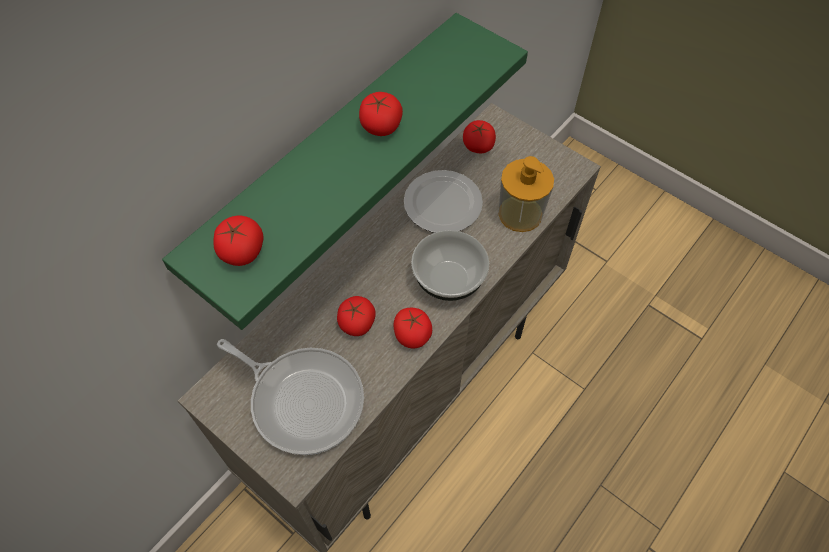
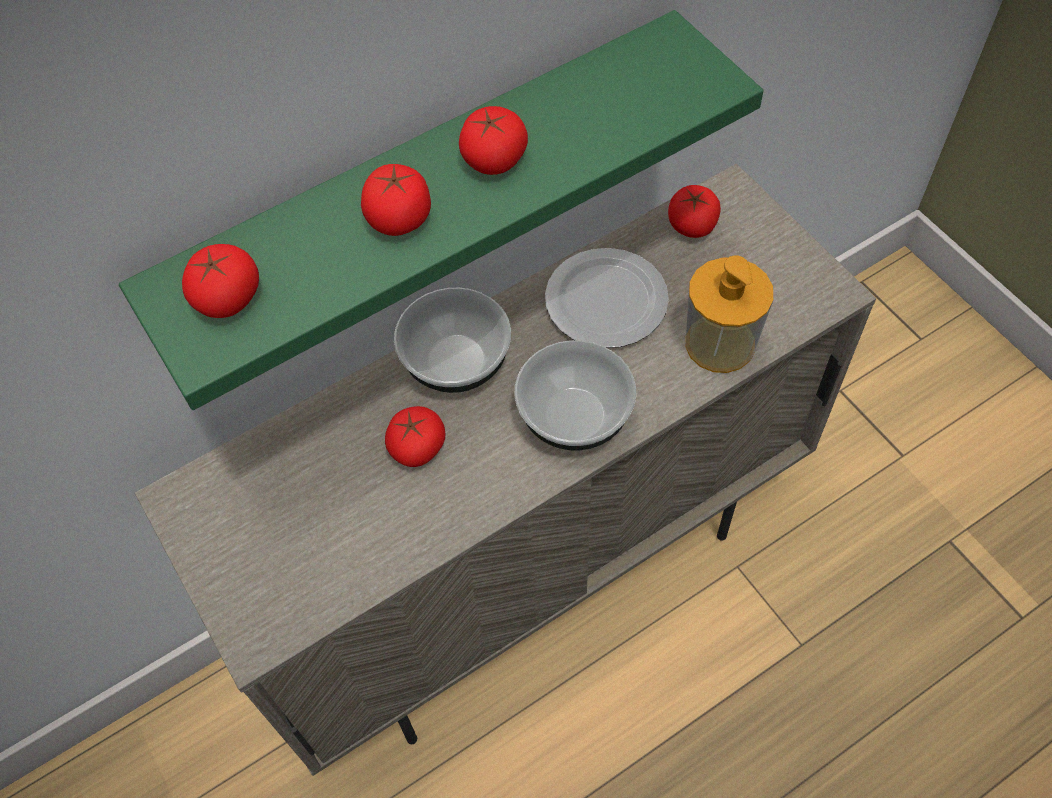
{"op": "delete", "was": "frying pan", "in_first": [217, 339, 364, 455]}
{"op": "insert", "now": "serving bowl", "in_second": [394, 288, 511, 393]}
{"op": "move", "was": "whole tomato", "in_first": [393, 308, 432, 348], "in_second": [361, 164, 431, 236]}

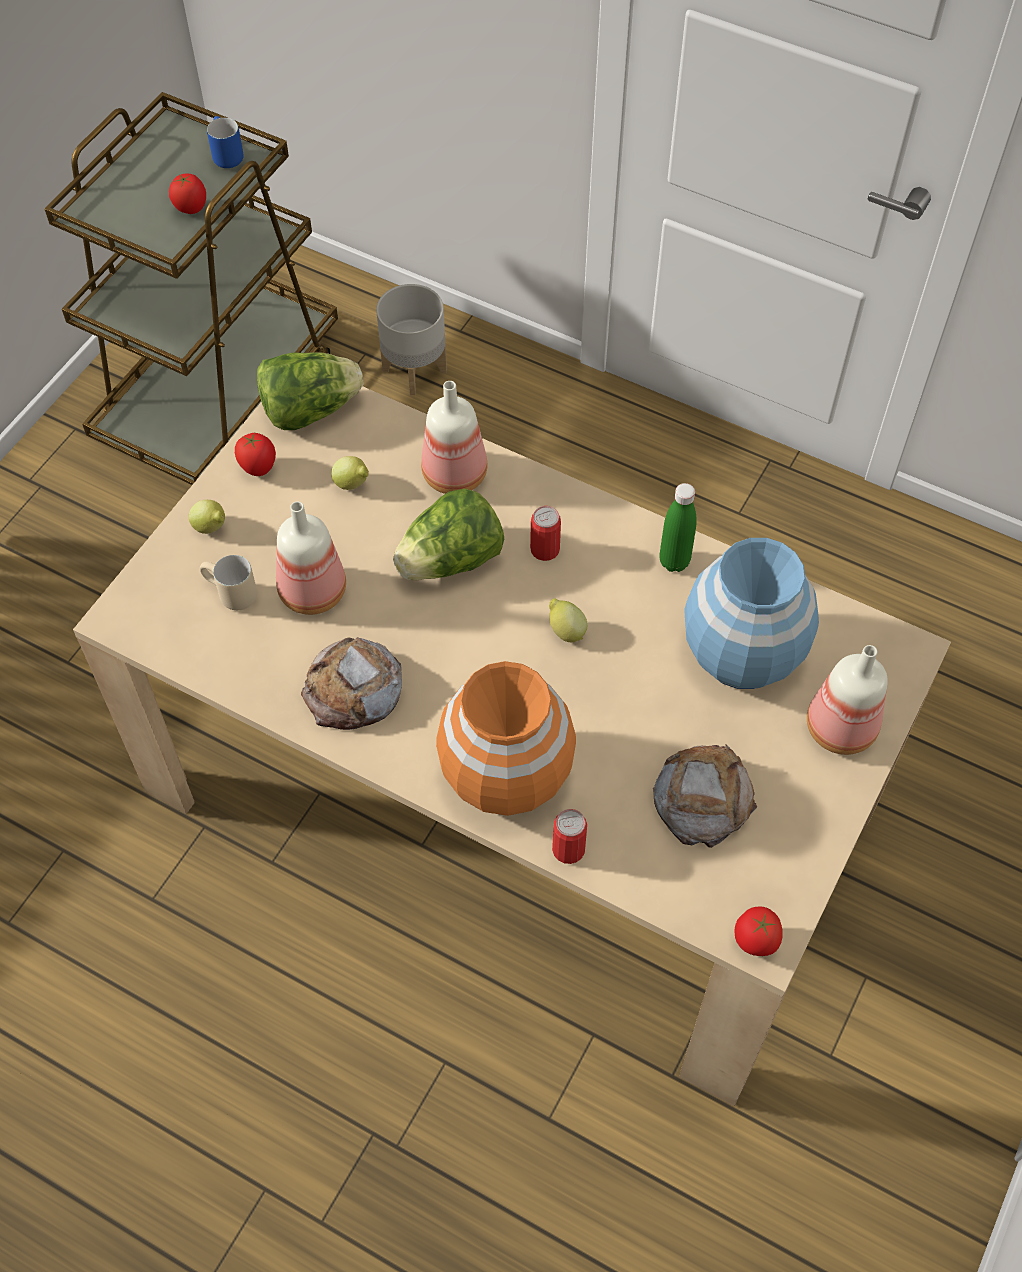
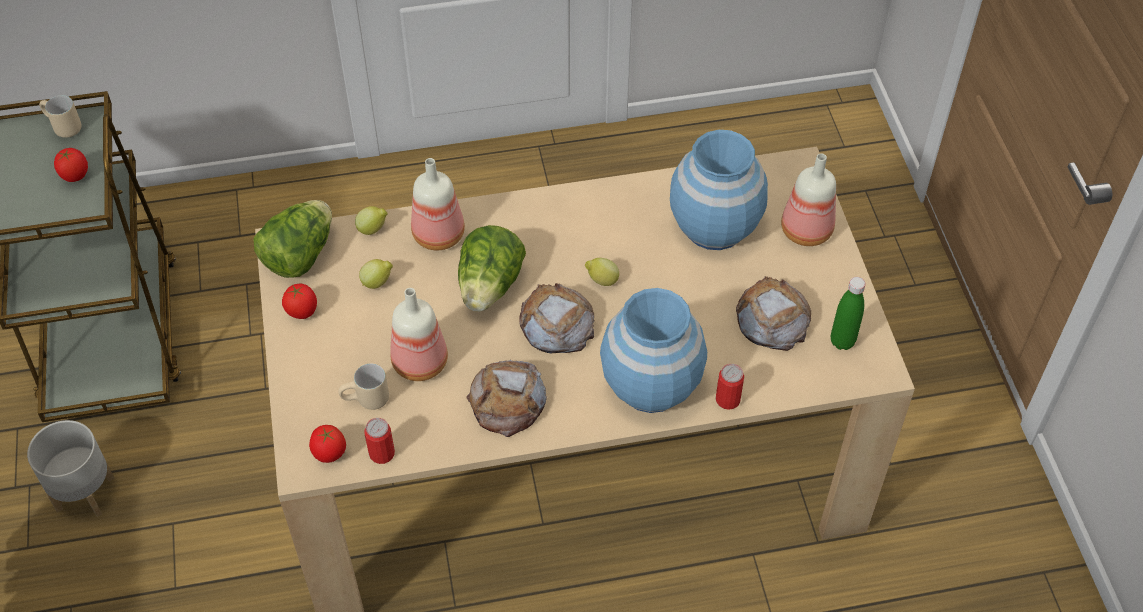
{"op": "insert", "now": "baked bread", "in_second": [519, 283, 595, 353]}
{"op": "move", "was": "lemon", "in_first": [189, 500, 225, 534], "in_second": [355, 206, 388, 235]}
{"op": "move", "was": "gray flower pot", "in_first": [376, 284, 447, 395], "in_second": [27, 420, 115, 517]}
{"op": "move", "was": "sealed can", "in_first": [530, 506, 561, 561], "in_second": [364, 418, 395, 464]}
{"op": "move", "was": "greenish drink bottle", "in_first": [659, 483, 697, 572], "in_second": [831, 277, 866, 350]}
{"op": "move", "was": "whole tomato", "in_first": [734, 907, 783, 956], "in_second": [309, 425, 346, 463]}
{"op": "recolor", "was": "blue-coloured coffee mug", "now": "beige coffee mug", "in_first": [207, 116, 244, 168], "in_second": [39, 95, 81, 138]}
{"op": "recolor", "was": "orange decorative vase", "now": "blue-coloured decorative vase", "in_first": [436, 661, 576, 816], "in_second": [600, 288, 707, 413]}

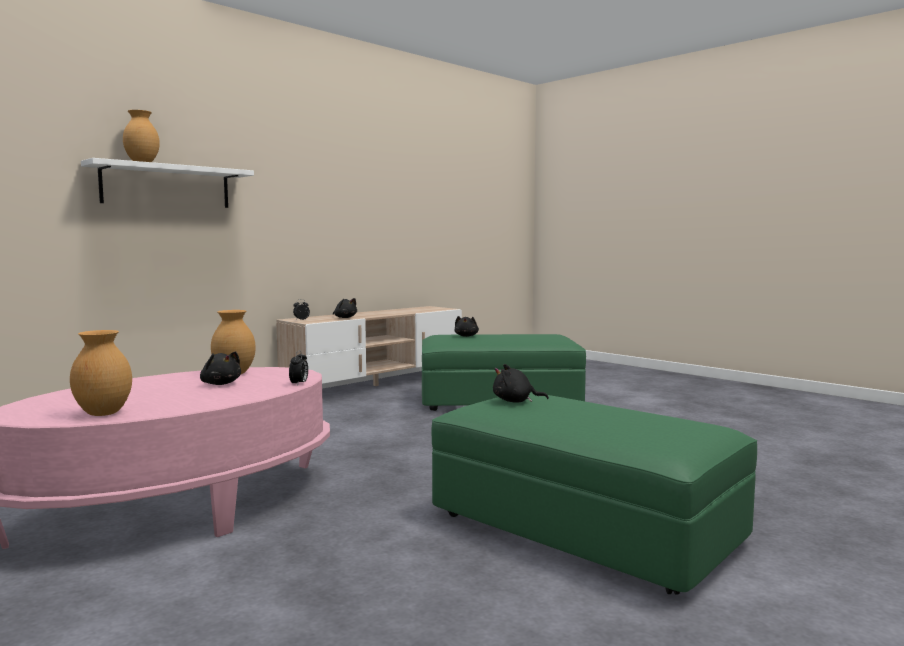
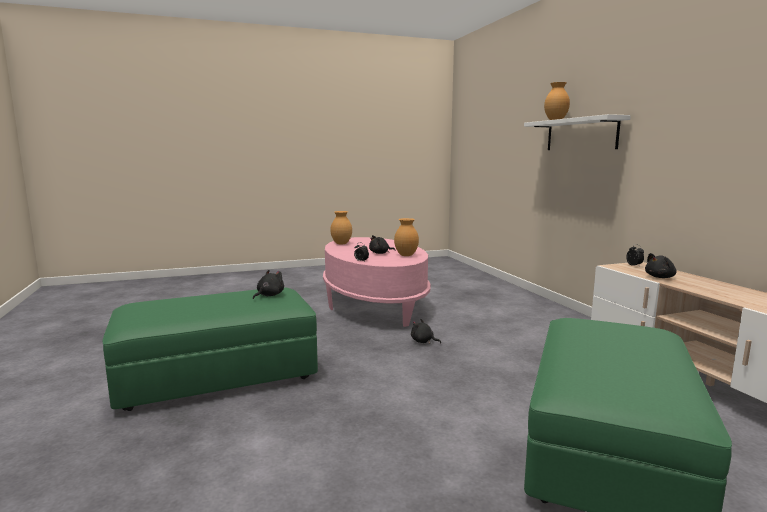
{"op": "move", "was": "black plush toy", "in_first": [454, 316, 479, 337], "in_second": [411, 319, 441, 344]}

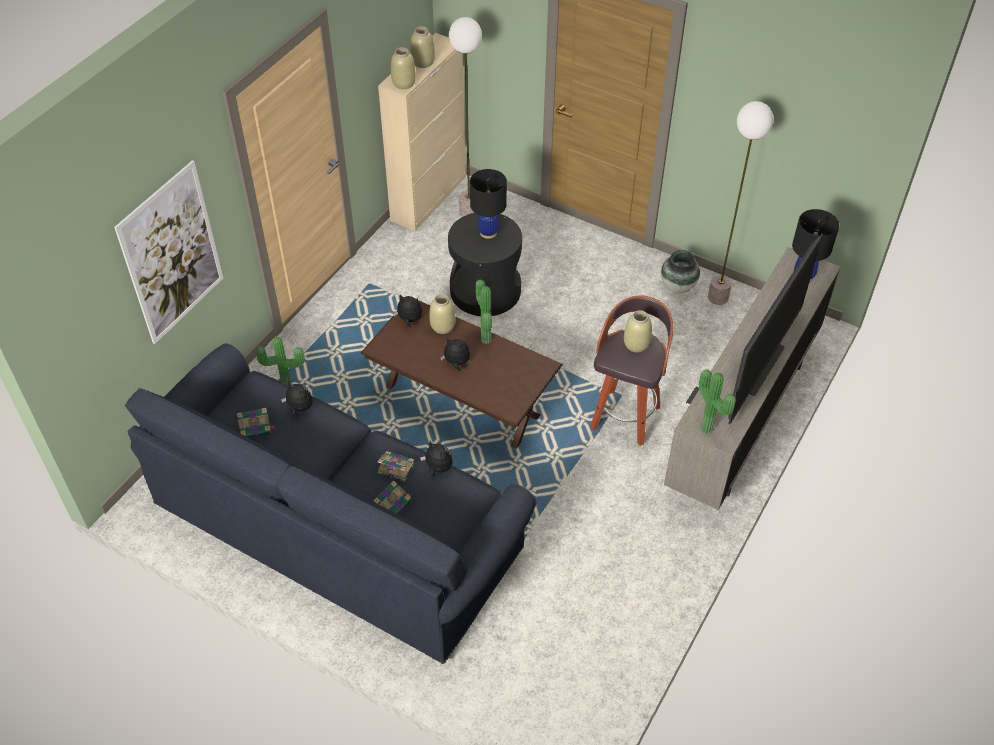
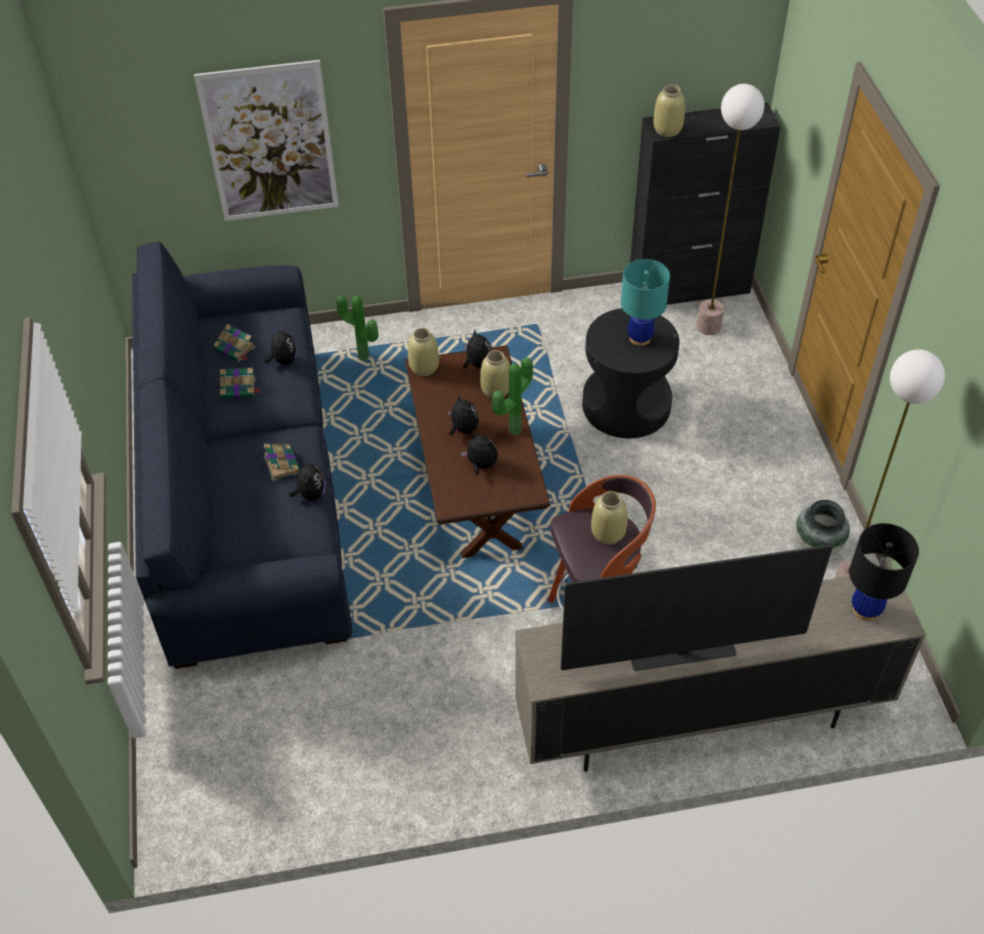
{"op": "delete", "was": "potted plant", "in_first": [699, 369, 736, 434]}
{"op": "insert", "now": "plush toy", "in_second": [461, 432, 498, 475]}
{"op": "move", "was": "volume", "in_first": [373, 480, 412, 514], "in_second": [220, 368, 261, 399]}
{"op": "move", "was": "beige decorative vase", "in_first": [410, 26, 435, 68], "in_second": [408, 328, 439, 376]}
{"op": "recolor", "was": "beige cabinet", "now": "black cabinet", "in_first": [378, 33, 466, 231], "in_second": [630, 103, 781, 305]}
{"op": "recolor", "was": "black tabletop lamp", "now": "turquoise tabletop lamp", "in_first": [470, 169, 507, 239], "in_second": [621, 259, 670, 346]}

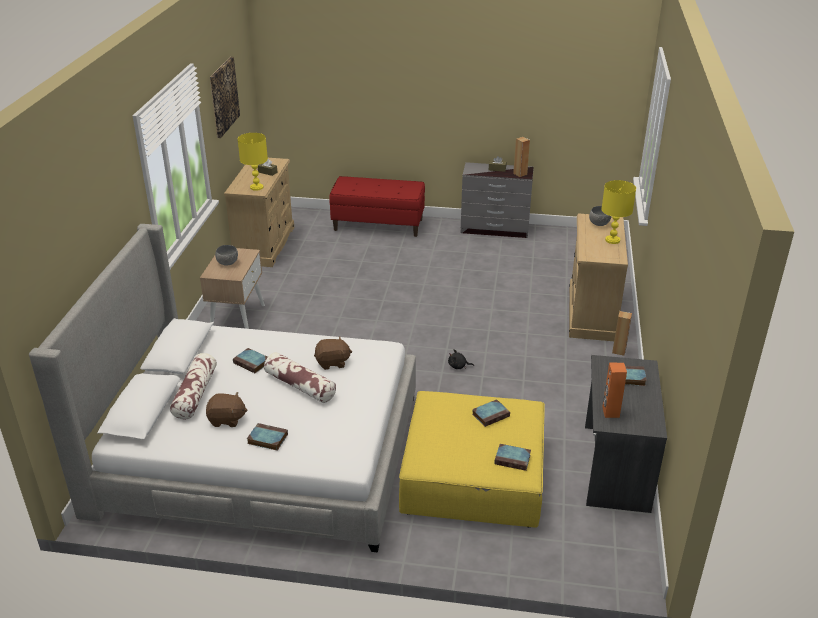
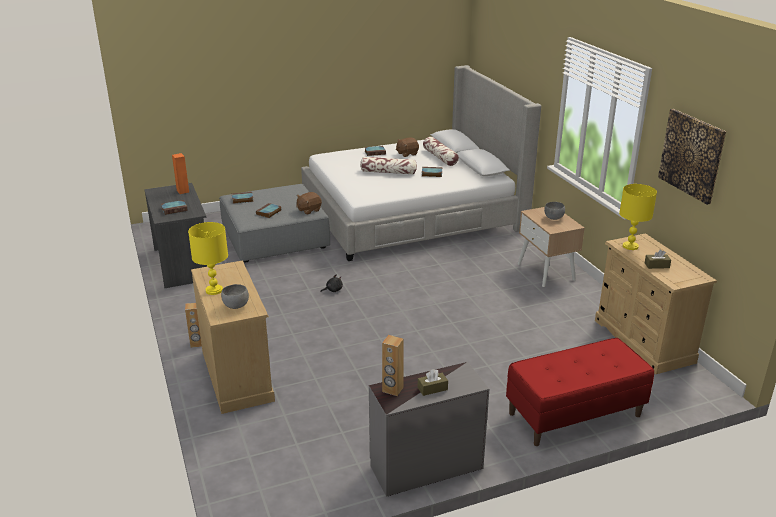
{"op": "move", "was": "brown-coloured plush toy", "in_first": [314, 337, 352, 370], "in_second": [296, 192, 322, 215]}
{"op": "recolor", "was": "yellowish pouffe", "now": "gray pouffe", "in_first": [399, 391, 545, 528], "in_second": [219, 184, 330, 263]}

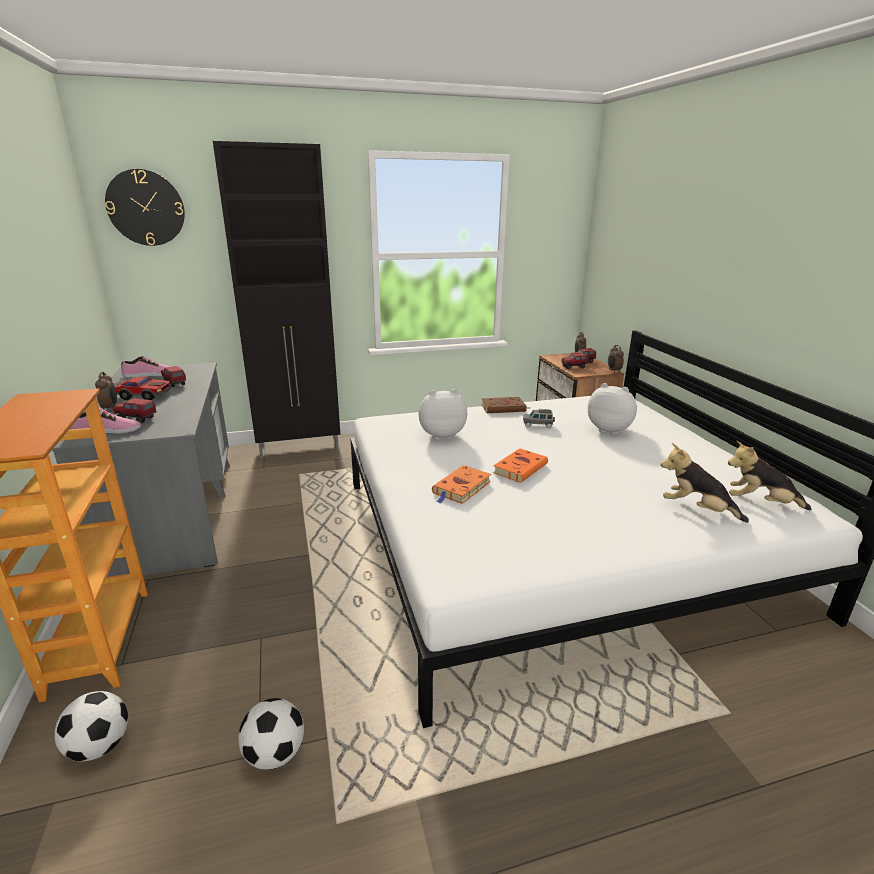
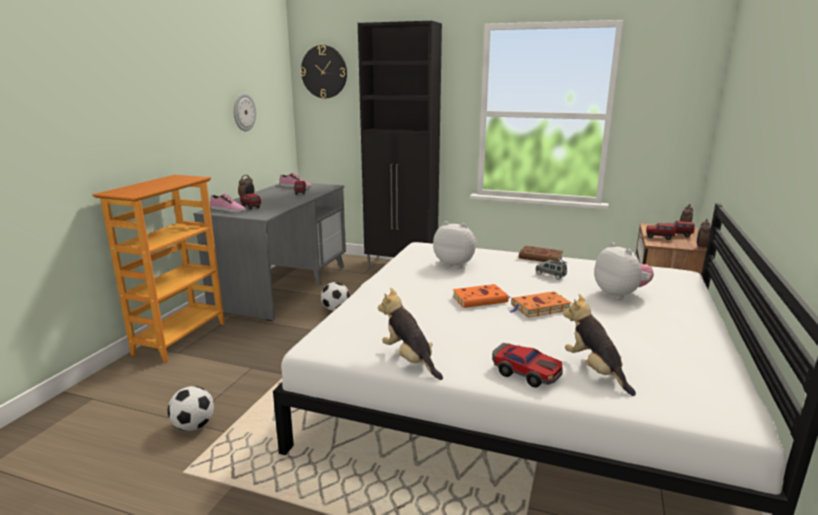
{"op": "insert", "now": "wall clock", "in_second": [233, 93, 256, 131]}
{"op": "move", "was": "ball for football", "in_first": [54, 691, 128, 762], "in_second": [321, 282, 350, 311]}
{"op": "move", "was": "toy car", "in_first": [114, 376, 171, 400], "in_second": [492, 343, 563, 388]}
{"op": "move", "was": "orange volume", "in_first": [432, 465, 491, 504], "in_second": [510, 291, 572, 318]}
{"op": "move", "was": "plush toy", "in_first": [728, 441, 811, 510], "in_second": [378, 288, 443, 380]}

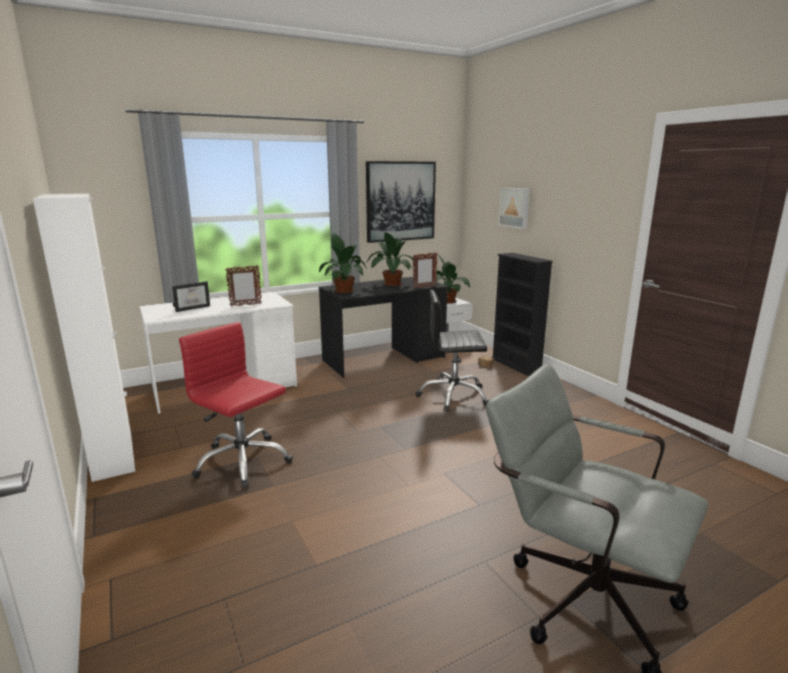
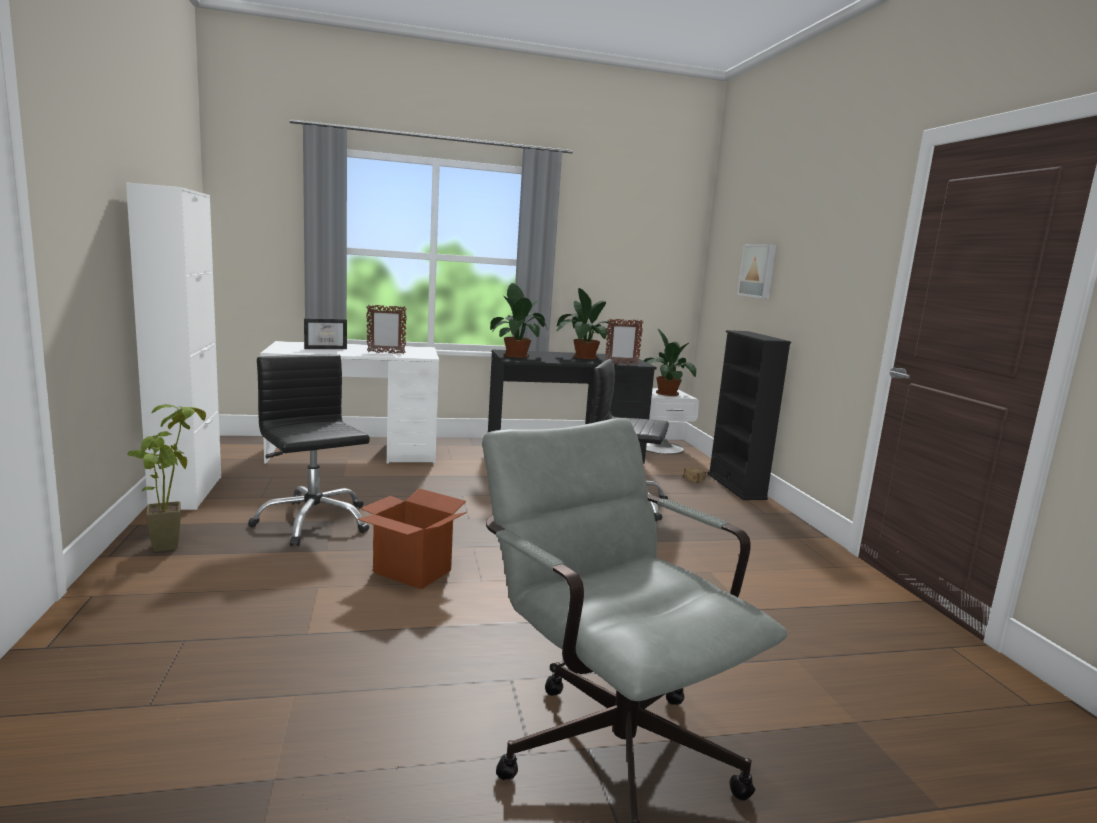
{"op": "delete", "was": "wall picture", "in_first": [366, 161, 436, 243]}
{"op": "insert", "now": "potted plant", "in_second": [127, 405, 206, 552]}
{"op": "insert", "now": "packing box", "in_second": [357, 488, 467, 589]}
{"op": "recolor", "was": "red-coloured office chair", "now": "black office chair", "in_first": [179, 322, 293, 488], "in_second": [248, 354, 370, 546]}

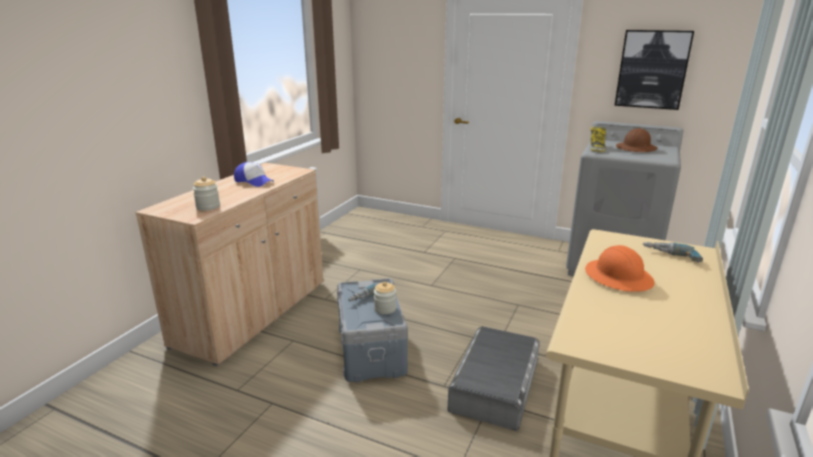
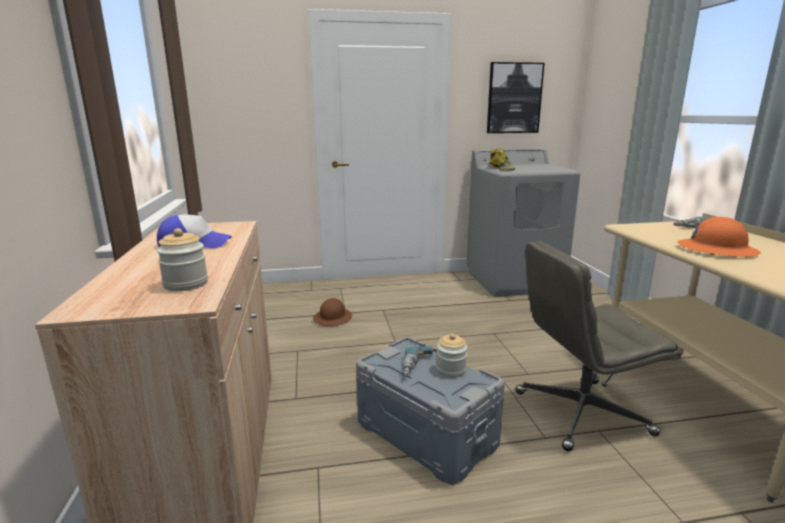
{"op": "move", "was": "brown-coloured safety helmet", "in_first": [616, 128, 657, 152], "in_second": [313, 298, 352, 326]}
{"op": "replace", "was": "gray storage box", "now": "gray office chair", "in_first": [448, 326, 540, 431], "in_second": [516, 241, 678, 451]}

